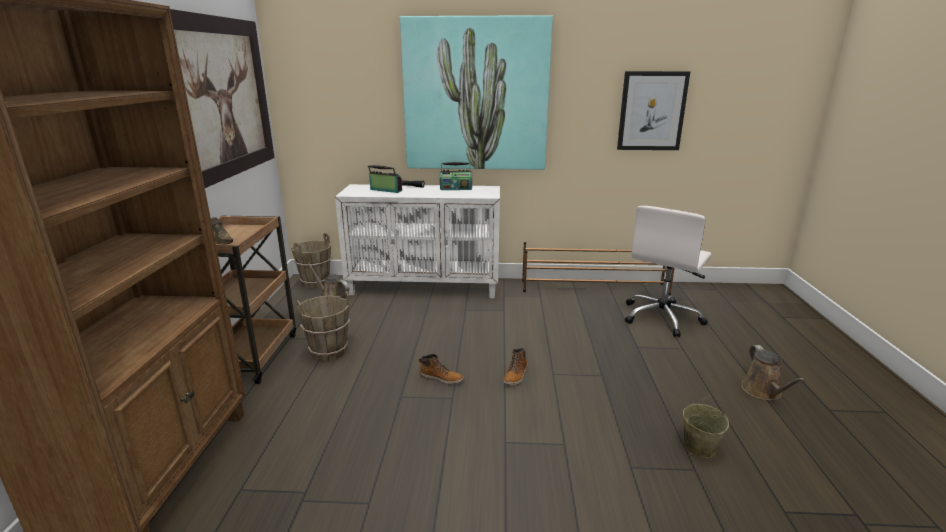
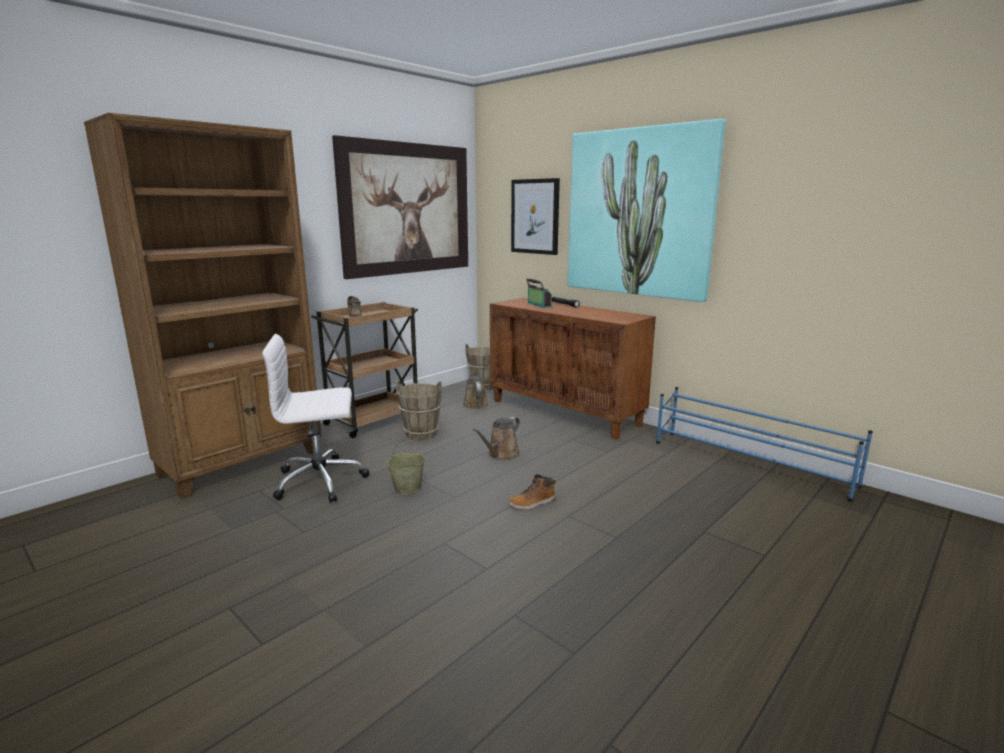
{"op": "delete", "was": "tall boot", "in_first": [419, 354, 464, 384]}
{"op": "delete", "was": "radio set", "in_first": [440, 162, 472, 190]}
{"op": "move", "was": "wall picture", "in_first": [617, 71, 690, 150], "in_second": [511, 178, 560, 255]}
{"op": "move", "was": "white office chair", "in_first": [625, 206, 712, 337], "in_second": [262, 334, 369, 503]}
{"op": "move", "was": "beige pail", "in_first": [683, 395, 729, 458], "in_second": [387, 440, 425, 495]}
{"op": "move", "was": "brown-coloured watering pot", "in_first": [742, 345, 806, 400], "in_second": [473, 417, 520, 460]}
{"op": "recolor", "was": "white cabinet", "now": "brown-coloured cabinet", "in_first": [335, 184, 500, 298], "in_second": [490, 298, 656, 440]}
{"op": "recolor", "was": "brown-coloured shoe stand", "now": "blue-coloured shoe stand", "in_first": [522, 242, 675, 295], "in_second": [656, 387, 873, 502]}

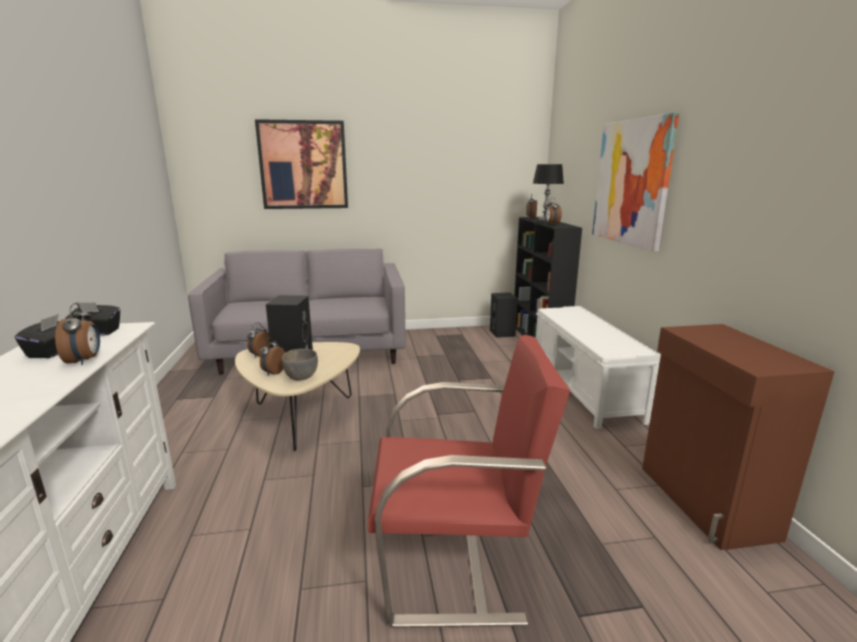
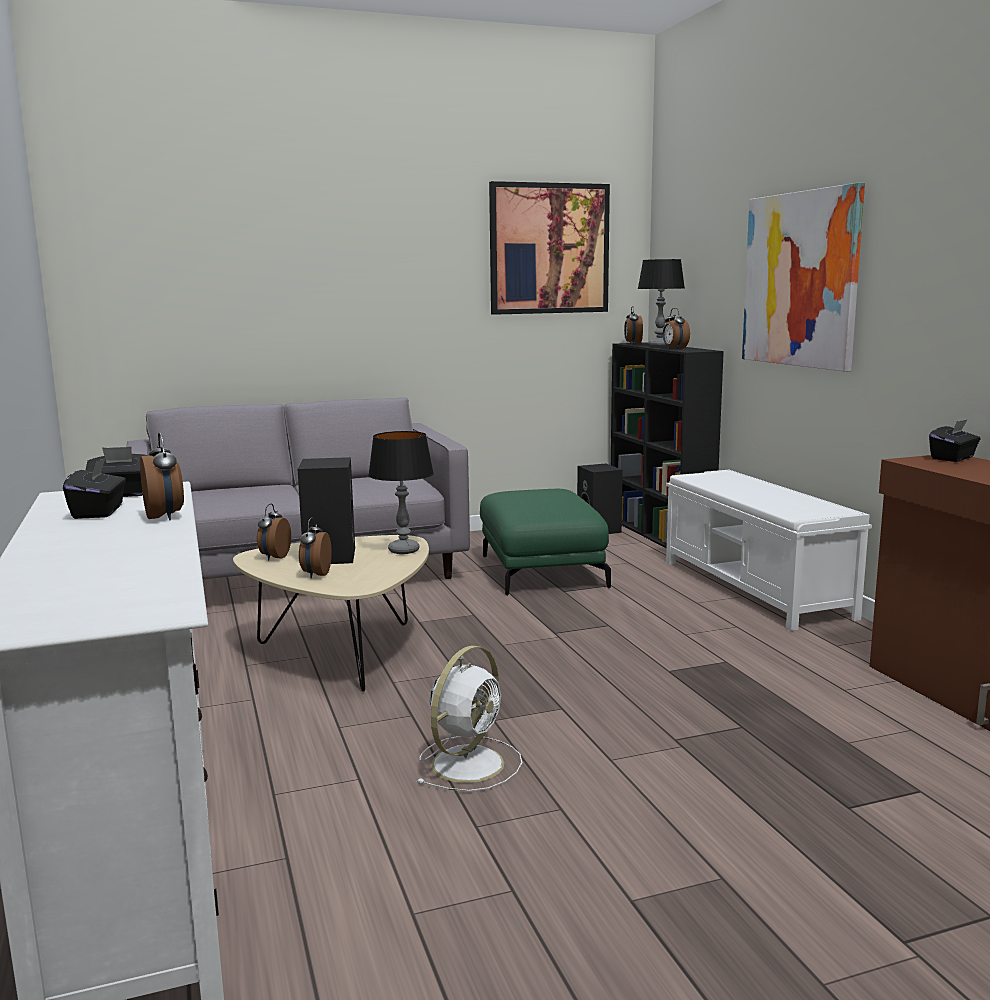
{"op": "delete", "was": "gray serving bowl", "in_first": [282, 349, 318, 381]}
{"op": "delete", "was": "red-coloured lounge chair", "in_first": [368, 335, 570, 628]}
{"op": "insert", "now": "tabletop lamp", "in_second": [368, 431, 434, 554]}
{"op": "insert", "now": "white electric fan", "in_second": [417, 645, 522, 792]}
{"op": "insert", "now": "greenish pouffe", "in_second": [480, 489, 611, 596]}
{"op": "insert", "now": "black tissue box", "in_second": [929, 419, 981, 462]}
{"op": "move", "was": "wall picture", "in_first": [255, 119, 348, 209], "in_second": [489, 181, 610, 315]}

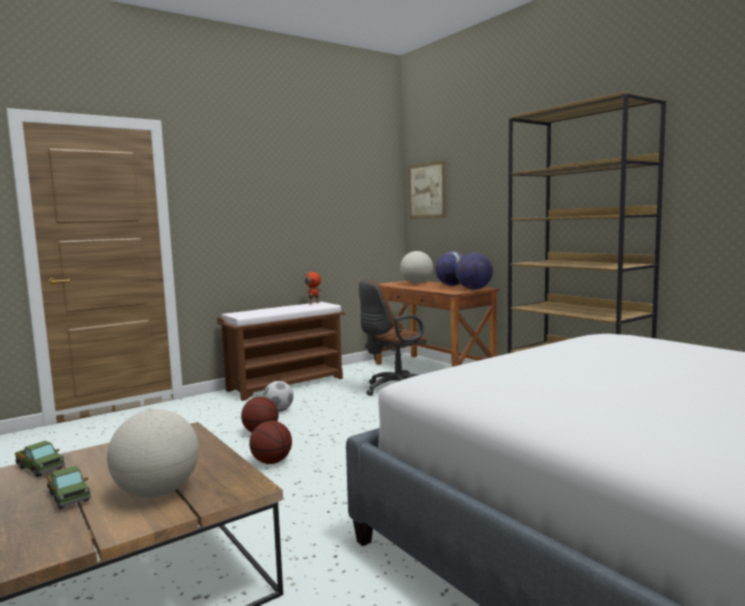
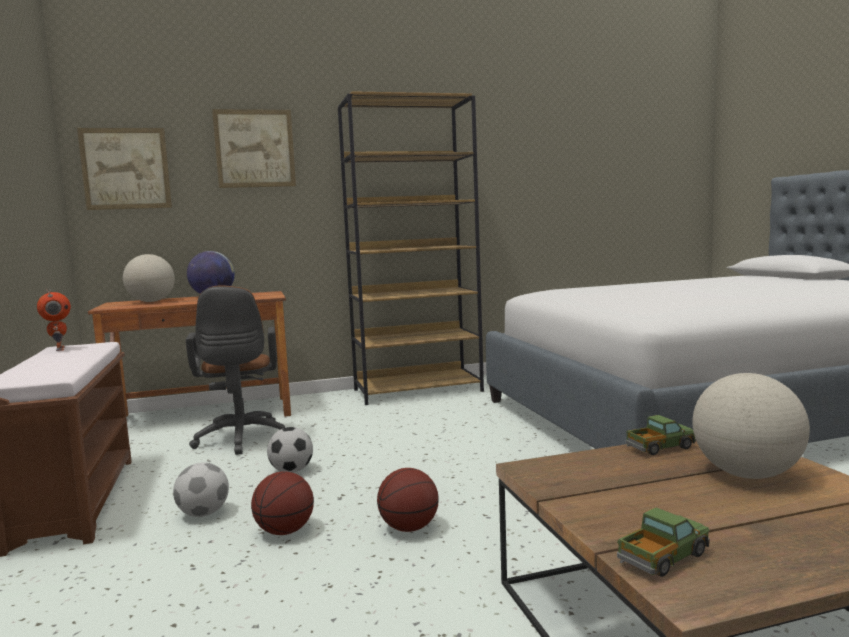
{"op": "delete", "was": "desk globe", "in_first": [456, 253, 493, 290]}
{"op": "insert", "now": "wall picture", "in_second": [212, 109, 296, 188]}
{"op": "insert", "now": "ball for football", "in_second": [267, 427, 313, 473]}
{"op": "move", "was": "model truck", "in_first": [47, 466, 91, 509], "in_second": [626, 415, 696, 455]}

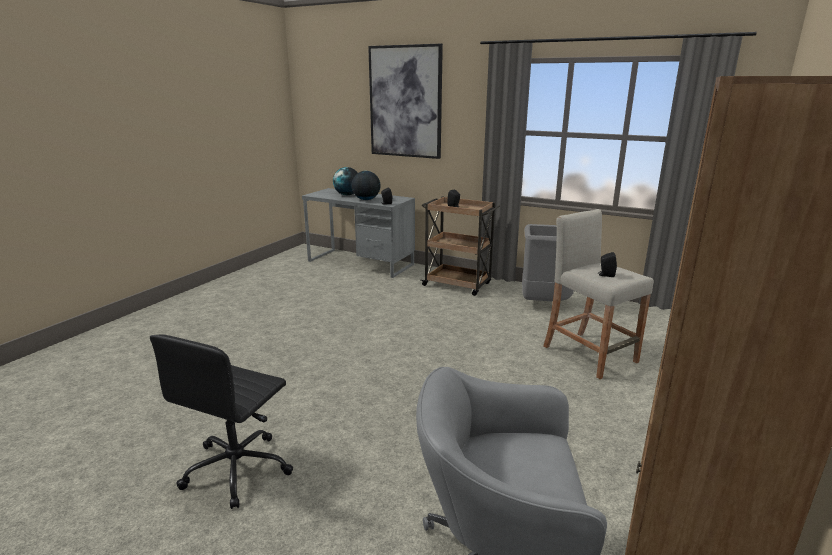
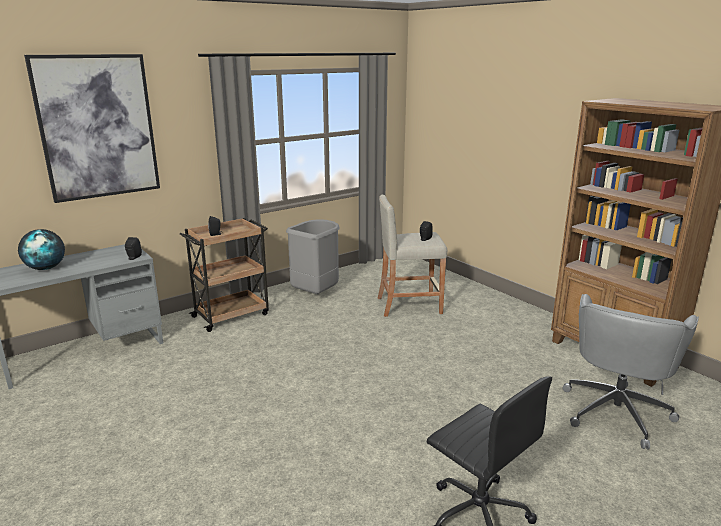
{"op": "delete", "was": "desk globe", "in_first": [351, 171, 381, 200]}

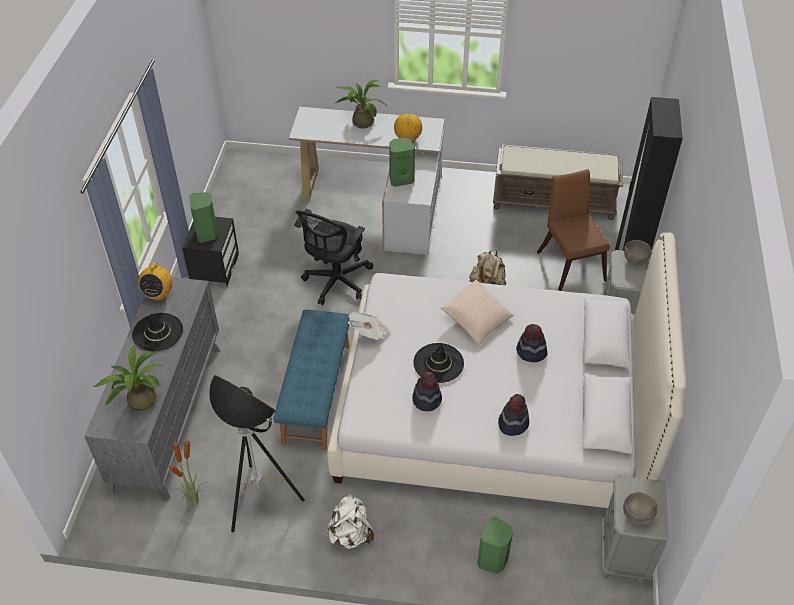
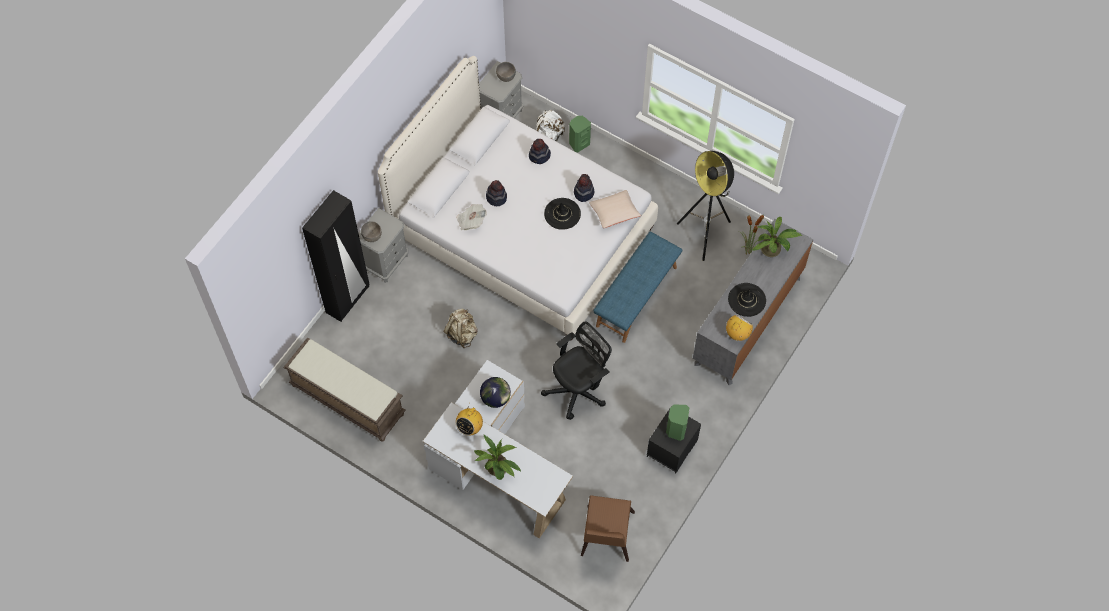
{"op": "move", "was": "white rucksack", "in_first": [327, 494, 374, 549], "in_second": [536, 110, 565, 141]}
{"op": "move", "was": "newspaper", "in_first": [348, 312, 391, 340], "in_second": [456, 204, 487, 230]}
{"op": "move", "was": "beige cushion", "in_first": [441, 280, 514, 345], "in_second": [589, 190, 641, 228]}
{"op": "move", "was": "brown-coloured upright chair", "in_first": [537, 169, 610, 291], "in_second": [581, 495, 635, 562]}
{"op": "replace", "was": "greenish speaker", "now": "desk globe", "in_first": [389, 137, 415, 187], "in_second": [480, 377, 511, 408]}

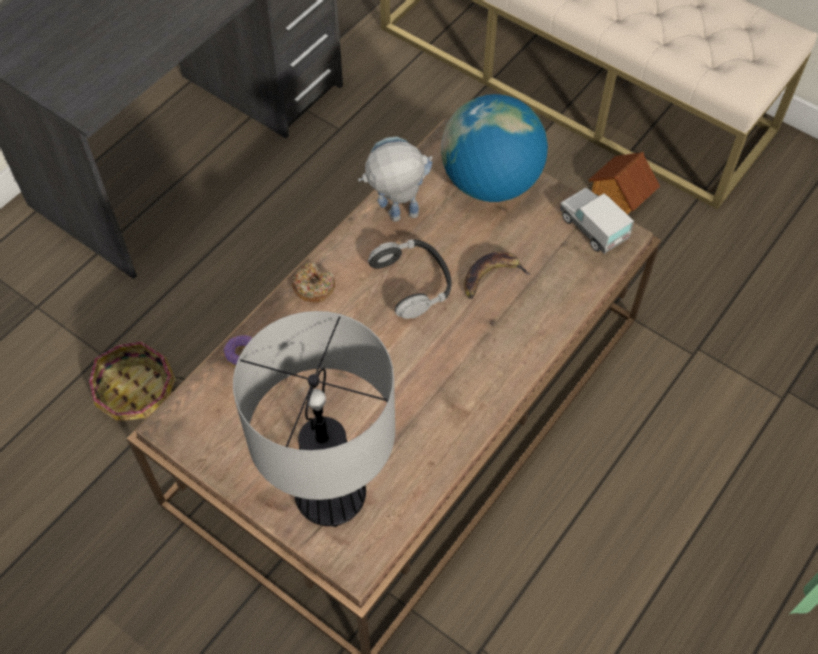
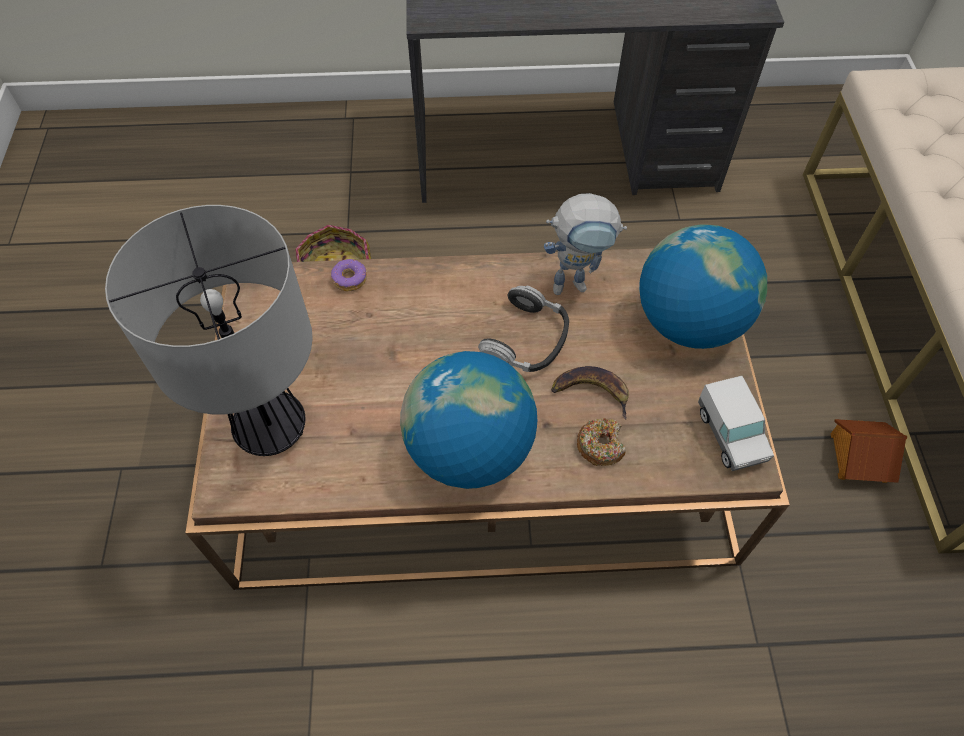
{"op": "insert", "now": "desk globe", "in_second": [400, 351, 537, 489]}
{"op": "move", "was": "doughnut", "in_first": [292, 262, 335, 303], "in_second": [577, 418, 626, 466]}
{"op": "rotate", "was": "model robot", "in_first": [358, 136, 433, 221], "in_second": [544, 193, 627, 295], "clockwise": 135}
{"op": "rotate", "was": "model truck", "in_first": [560, 188, 634, 254], "in_second": [698, 376, 774, 471], "clockwise": 150}

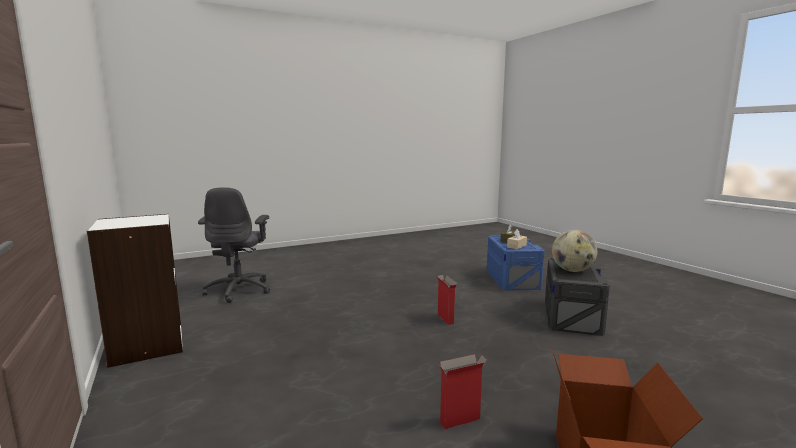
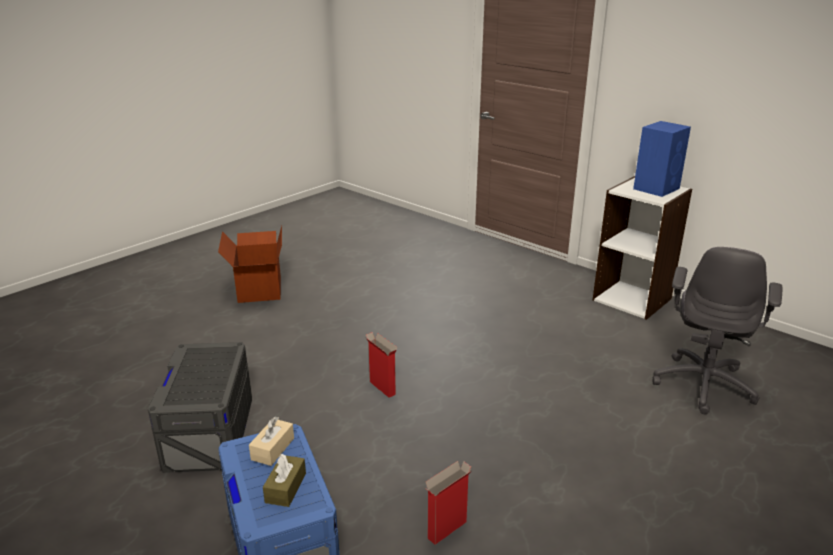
{"op": "delete", "was": "desk globe", "in_first": [552, 230, 597, 272]}
{"op": "insert", "now": "blue-coloured speaker", "in_second": [633, 121, 691, 197]}
{"op": "move", "was": "packing box", "in_first": [438, 354, 487, 429], "in_second": [424, 461, 471, 545]}
{"op": "rotate", "was": "gray office chair", "in_first": [198, 187, 270, 303], "in_second": [653, 247, 782, 414], "clockwise": -135}

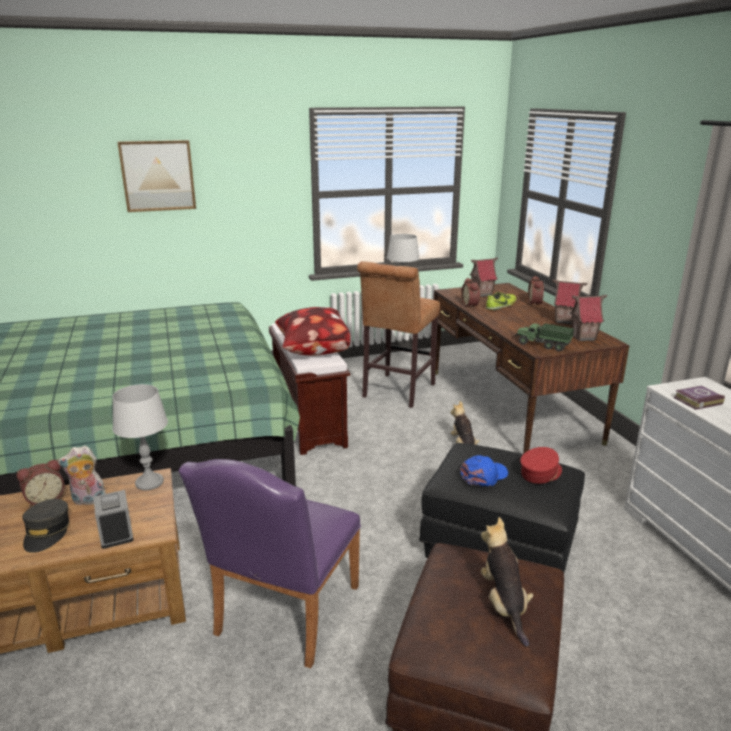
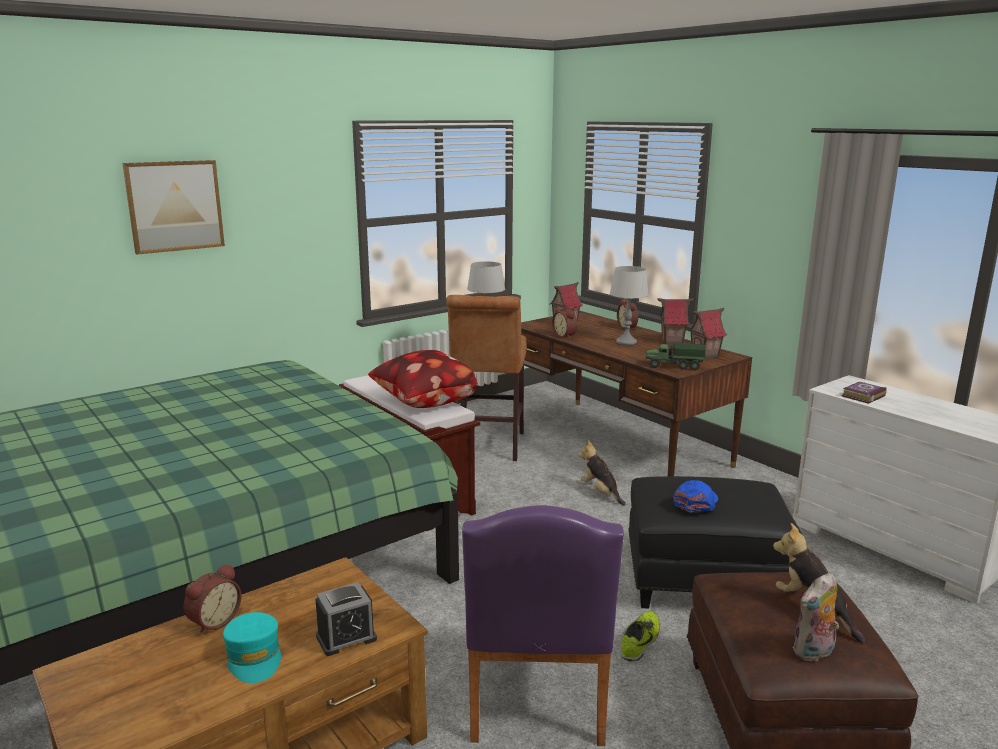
{"op": "delete", "was": "red-coloured cap", "in_first": [520, 447, 562, 484]}
{"op": "move", "was": "plush toy", "in_first": [58, 445, 108, 505], "in_second": [792, 573, 839, 661]}
{"op": "move", "was": "gray tabletop lamp", "in_first": [113, 384, 168, 490], "in_second": [610, 266, 649, 345]}
{"op": "move", "was": "item of footwear", "in_first": [486, 292, 517, 310], "in_second": [620, 611, 660, 661]}
{"op": "recolor", "was": "gray cap", "now": "turquoise cap", "in_first": [22, 499, 70, 553], "in_second": [223, 612, 281, 683]}
{"op": "rotate", "was": "alarm clock", "in_first": [94, 490, 134, 549], "in_second": [315, 582, 377, 656], "clockwise": 105}

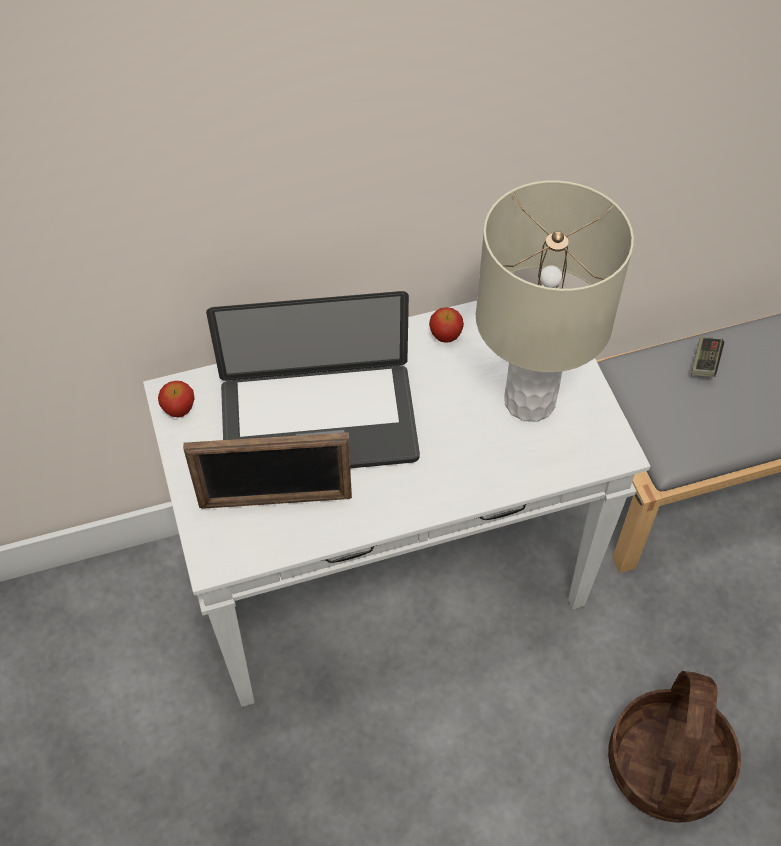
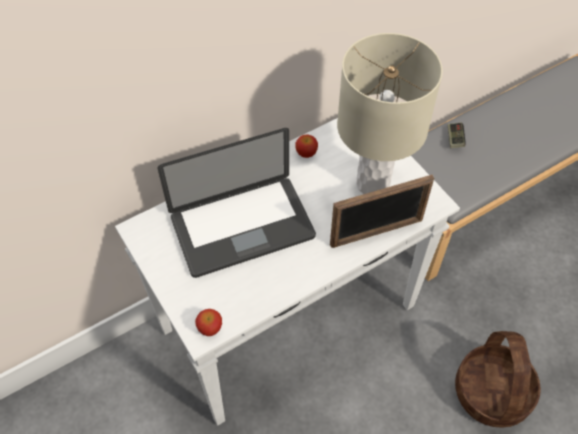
{"op": "move", "was": "whole apple", "in_first": [158, 381, 195, 417], "in_second": [195, 309, 222, 336]}
{"op": "move", "was": "standing frame", "in_first": [183, 432, 352, 509], "in_second": [330, 174, 434, 248]}

